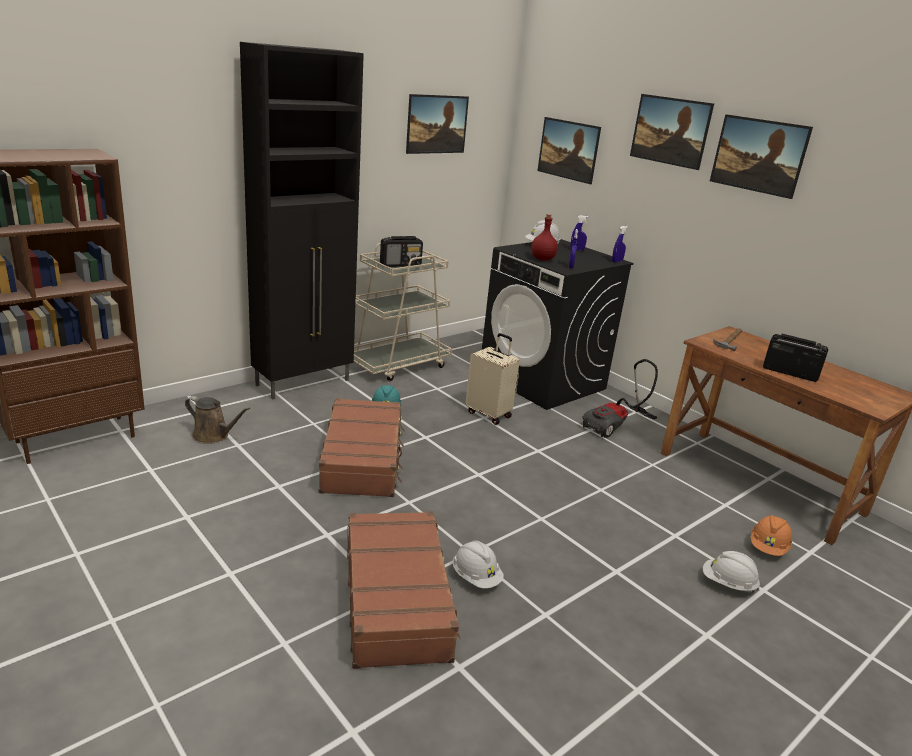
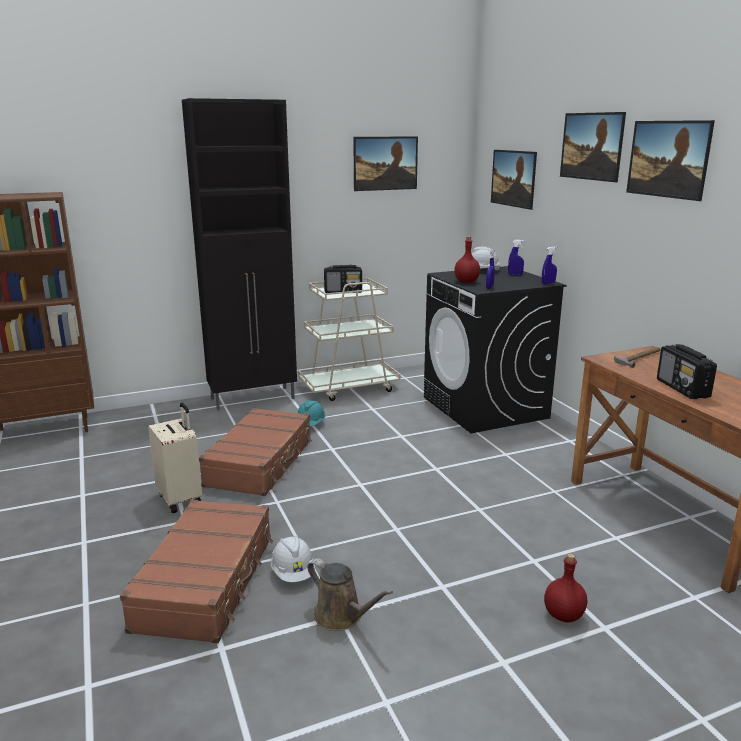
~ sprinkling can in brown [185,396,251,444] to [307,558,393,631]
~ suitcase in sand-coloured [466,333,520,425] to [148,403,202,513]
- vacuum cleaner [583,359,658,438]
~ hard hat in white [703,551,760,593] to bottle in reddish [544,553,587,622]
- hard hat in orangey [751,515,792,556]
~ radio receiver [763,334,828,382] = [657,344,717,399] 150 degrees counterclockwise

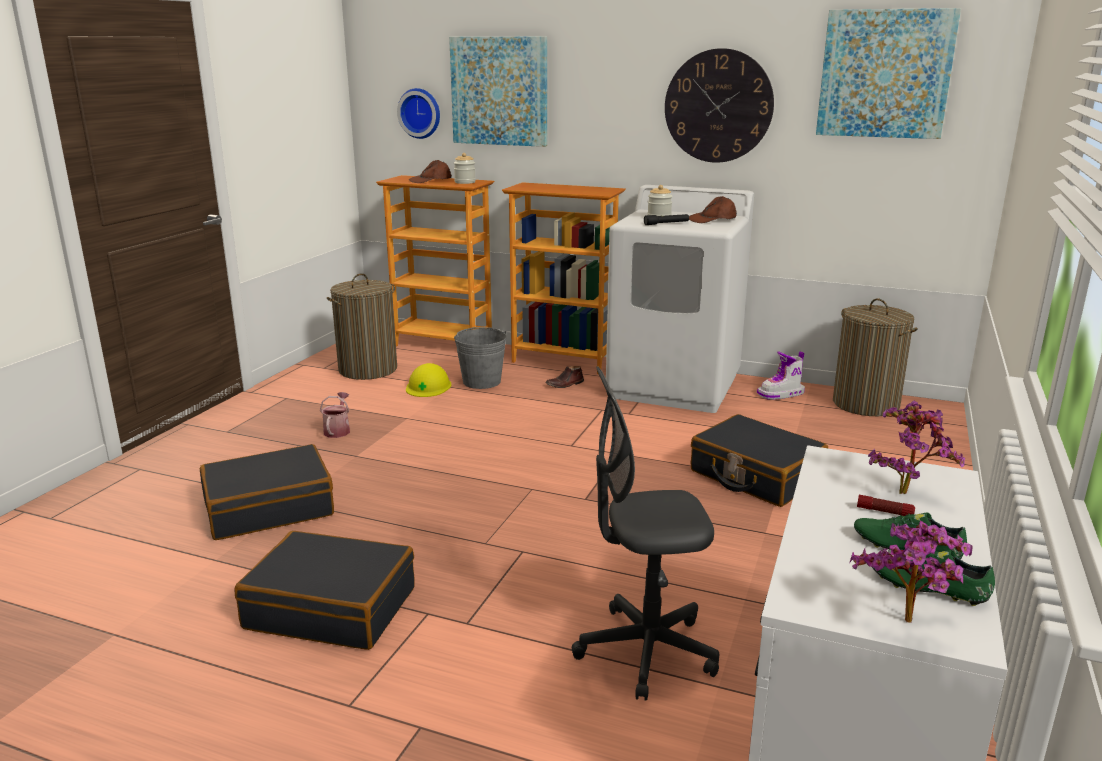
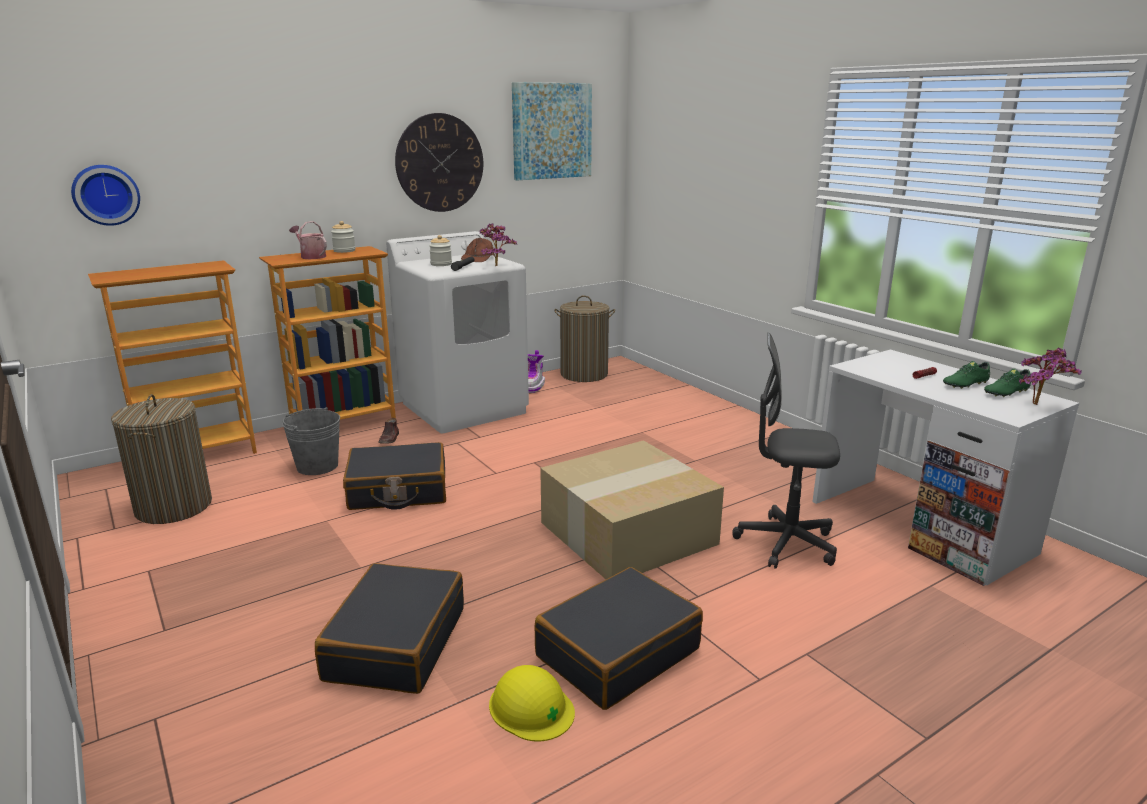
~ sprinkling can [320,392,350,438] to [289,221,327,259]
~ hard hat in yellow-coloured [406,363,452,397] to [489,665,575,742]
- baseball cap in brown [409,160,451,183]
- wall art [449,37,547,147]
~ preserve jar [454,153,476,184] to [331,221,355,253]
~ office chair in grey [572,367,719,701] = [732,333,840,569] 75 degrees clockwise
~ suitcase in blackish [691,414,828,507] to [343,442,446,510]
~ houseplant [868,401,965,494] to [480,223,517,266]
+ carton [540,440,724,579]

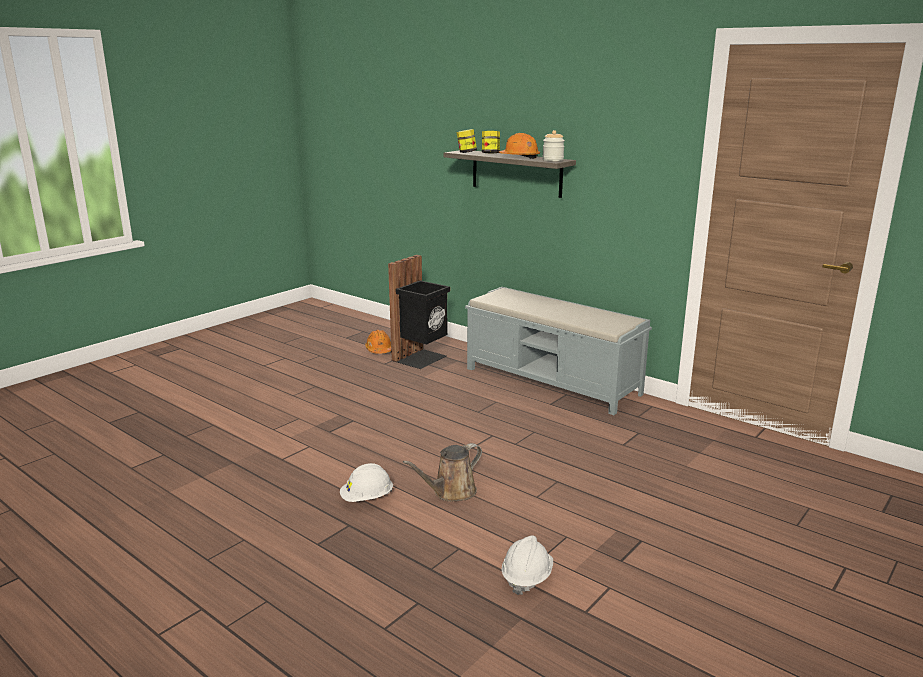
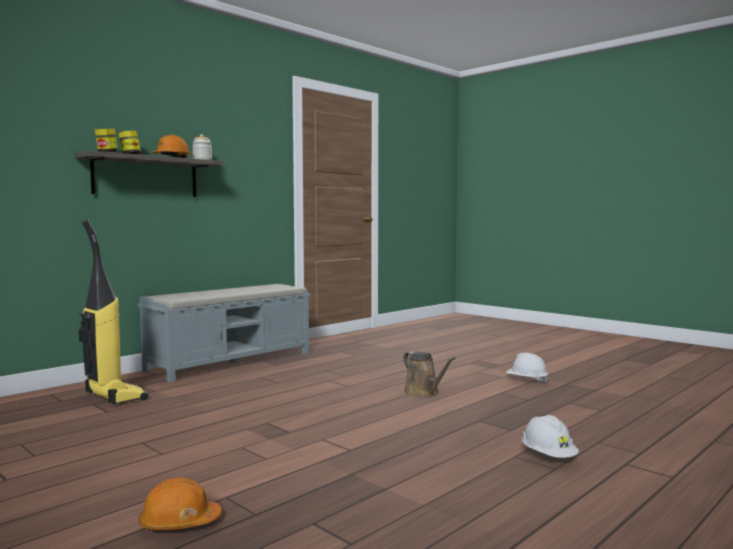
~ hard hat in white [340,463,393,502] to [522,415,579,458]
~ hard hat in orangey [365,330,391,354] to [139,478,222,530]
~ trash can in blackish [388,255,450,369] to vacuum cleaner [78,220,148,405]

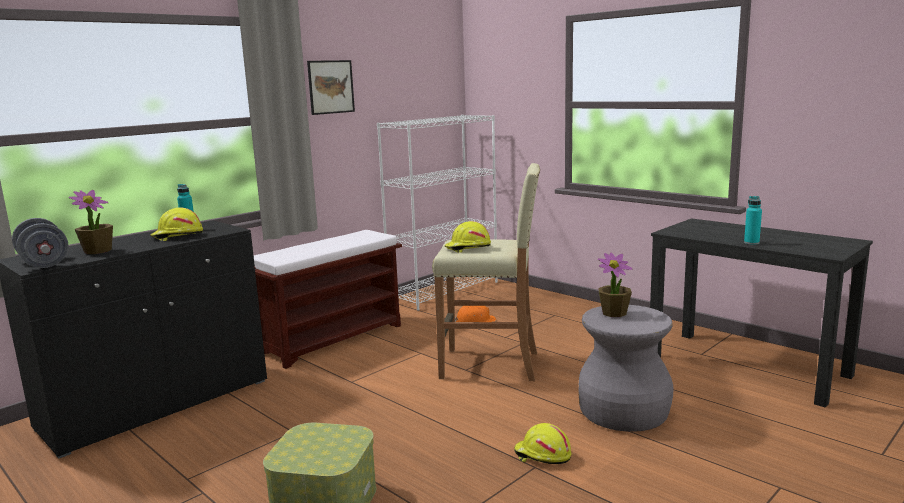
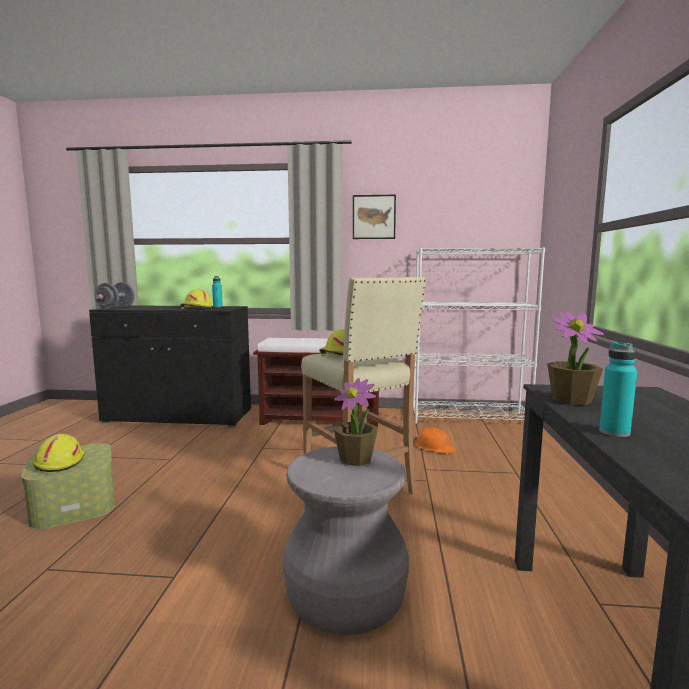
~ houseplant [69,190,113,254] to [547,312,604,406]
~ hard hat in yellow-coloured [514,423,571,464] to [33,434,85,472]

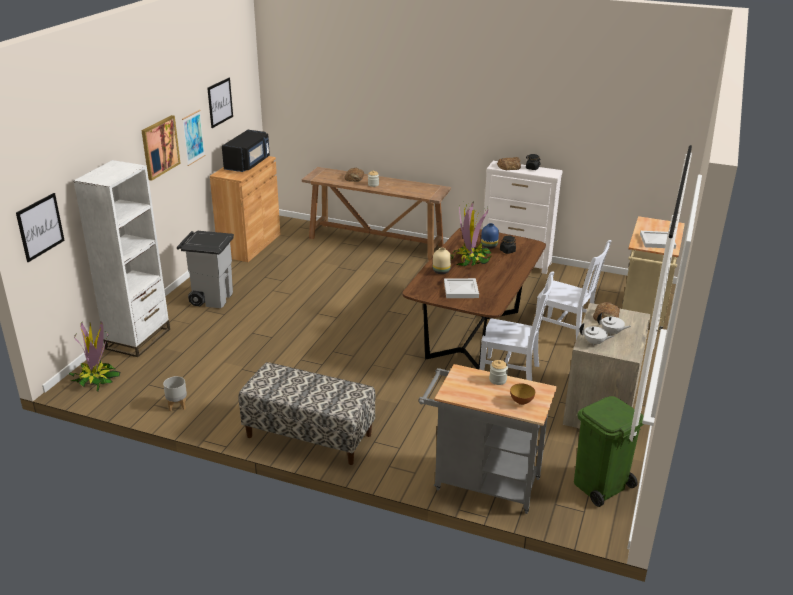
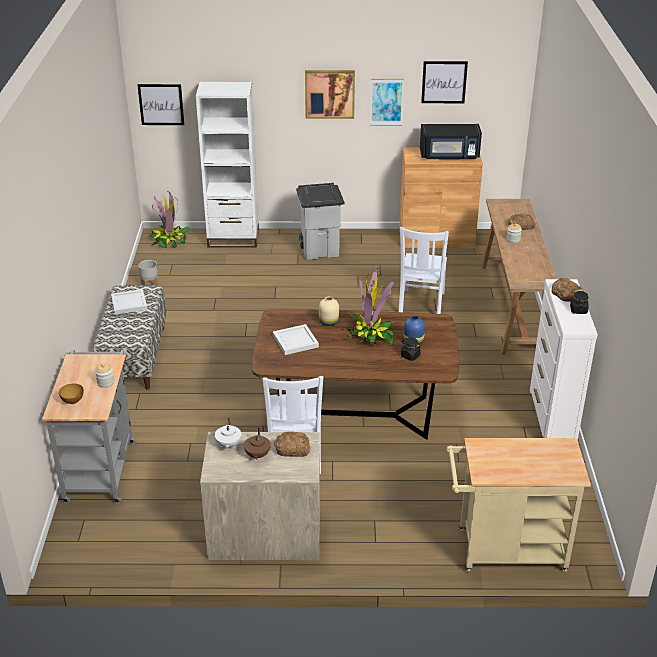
~ upright chair in white [536,240,611,339] to [399,227,449,314]
- trash can in green-coloured [574,396,643,507]
~ teapot in white [597,313,631,335] to teapot in brown [244,428,271,459]
~ tray in white [640,231,676,249] to [111,289,147,315]

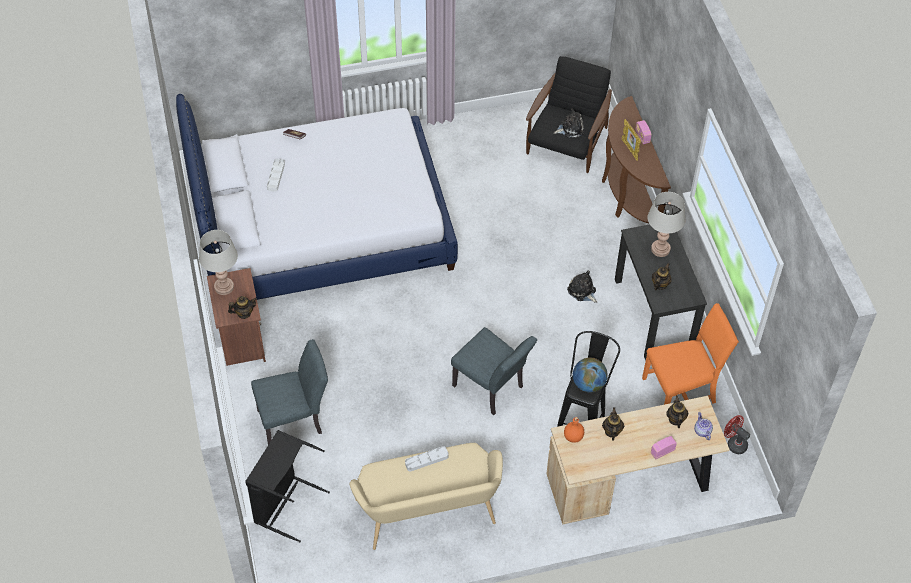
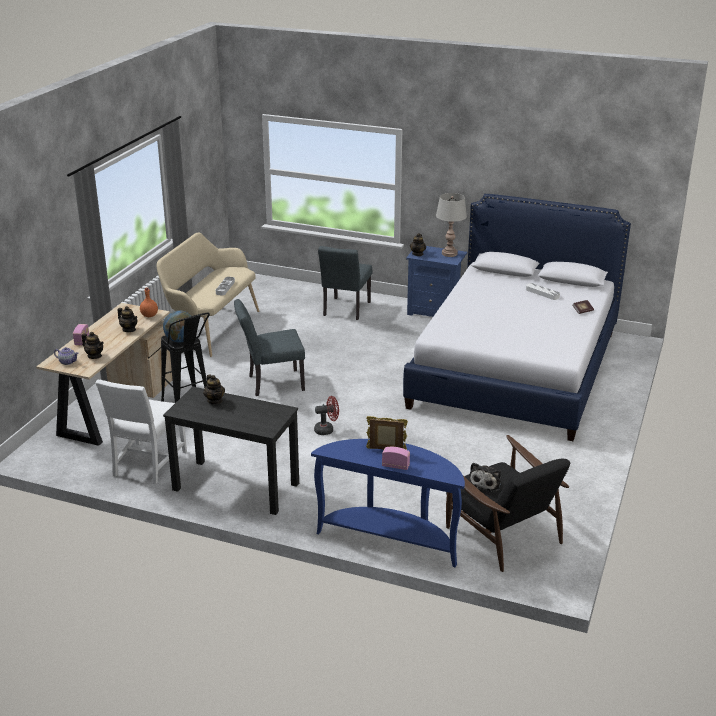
~ nightstand in brown [207,268,266,366] to nightstand in blue [406,246,467,317]
- hamper in blackish [245,430,330,542]
- soft toy [567,271,598,303]
~ hall table in brown [602,96,671,223] to hall table in blue [311,439,465,567]
~ upright chair in orangey [642,303,739,405] to upright chair in white [96,380,187,484]
- table lamp in grey [648,192,685,257]
~ fan in reddish [724,415,750,454] to [314,396,339,435]

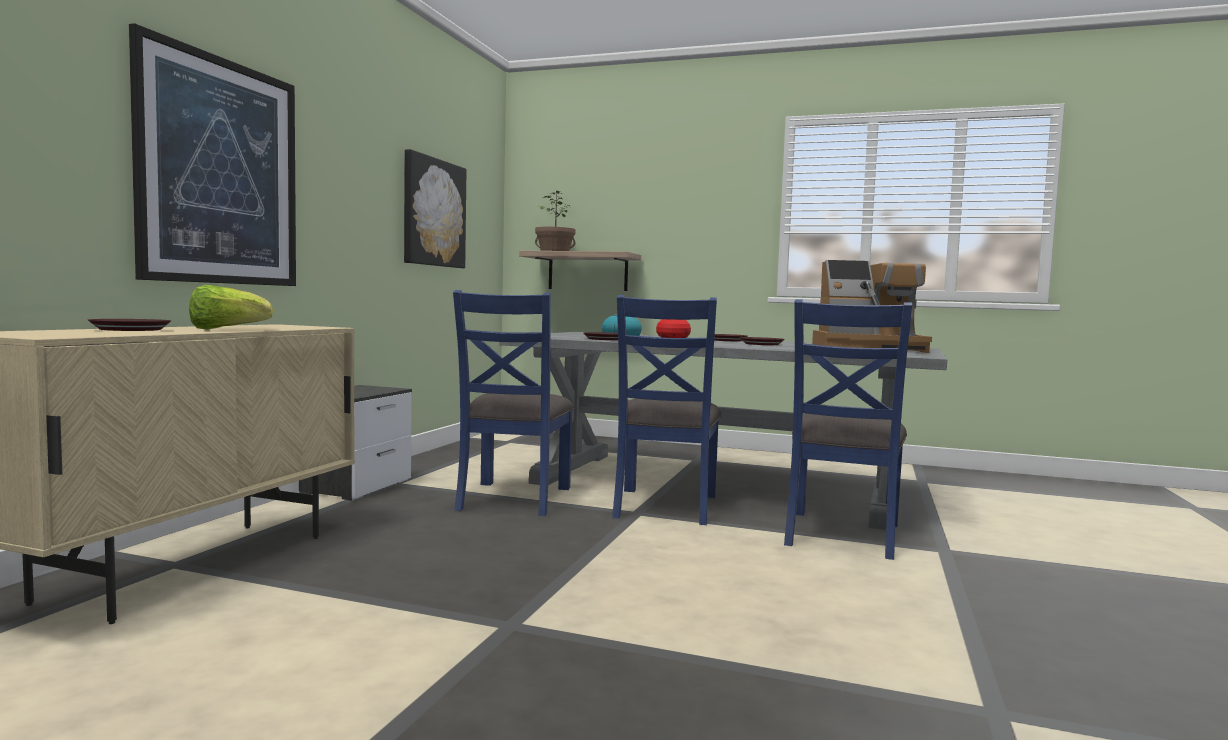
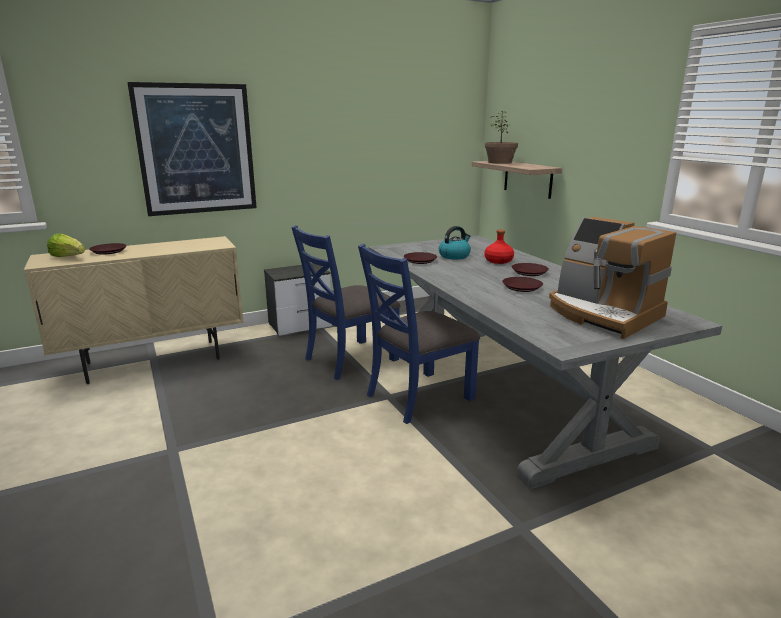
~ lettuce head [189,285,273,330] to [47,234,85,257]
- wall art [404,149,466,268]
- upright chair in blue [784,299,912,560]

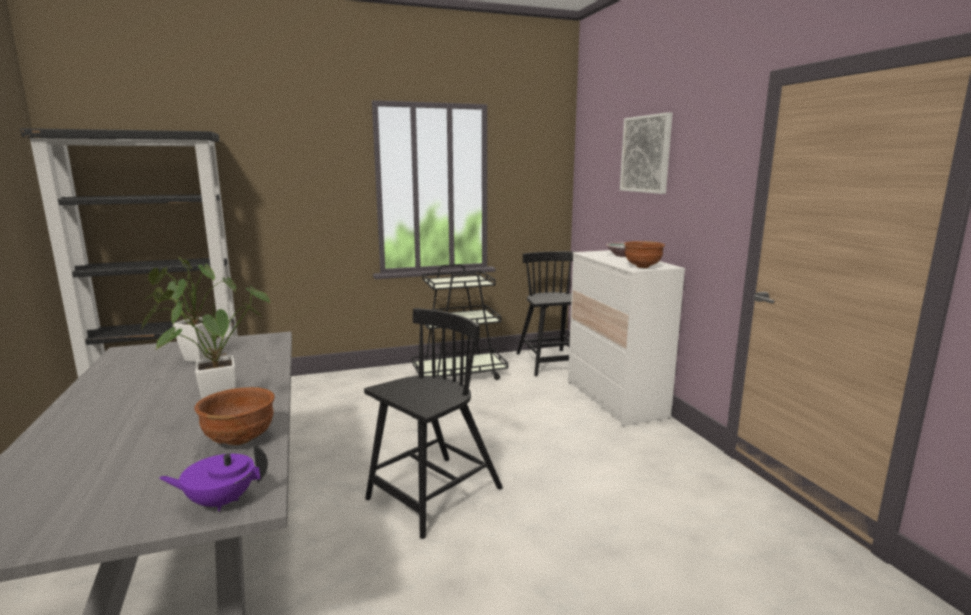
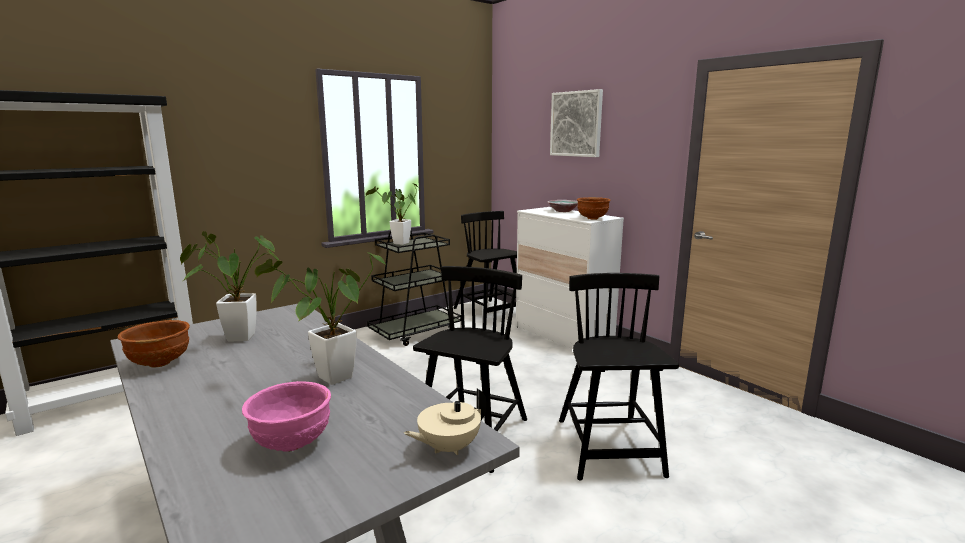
~ teapot in purple-coloured [159,444,268,511] to teapot in sand-coloured [403,389,487,455]
~ bowl in brown [194,387,275,445] to [118,320,190,368]
+ bowl in pinkish [242,381,331,452]
+ houseplant [366,183,420,245]
+ upright chair in blackish [559,273,679,481]

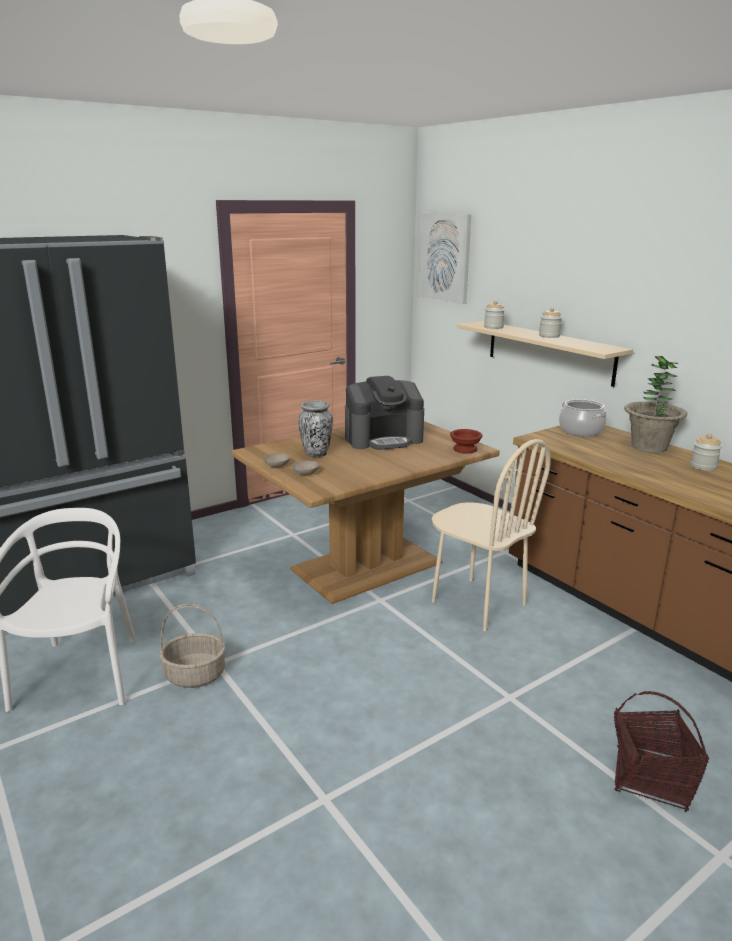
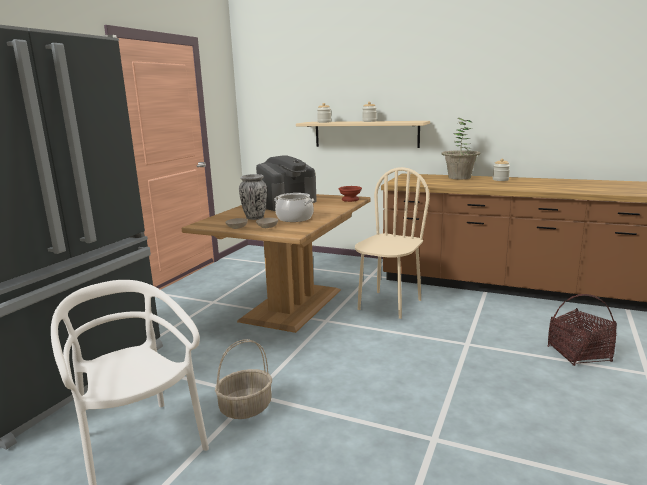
- wall art [418,213,471,304]
~ upright chair in sand-coloured [432,439,551,631] = [355,167,430,319] 75 degrees counterclockwise
~ saucepot [559,399,607,436] to [274,193,314,222]

